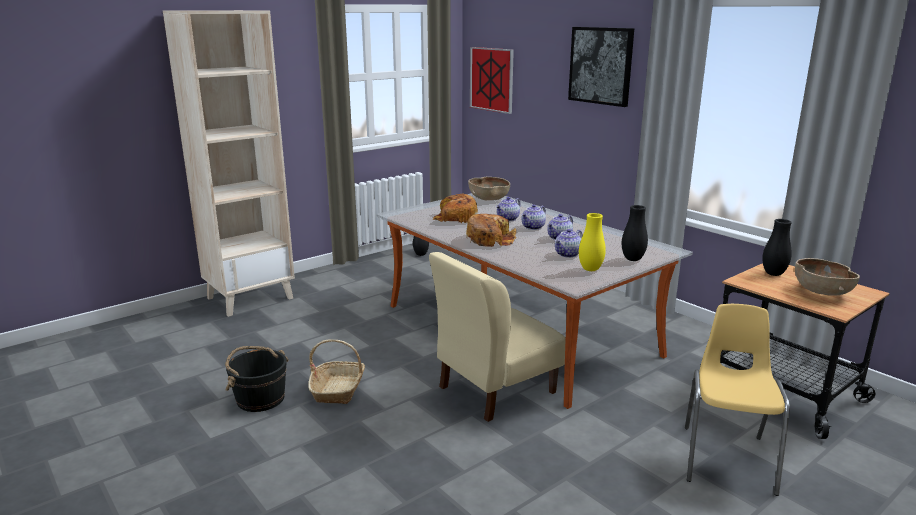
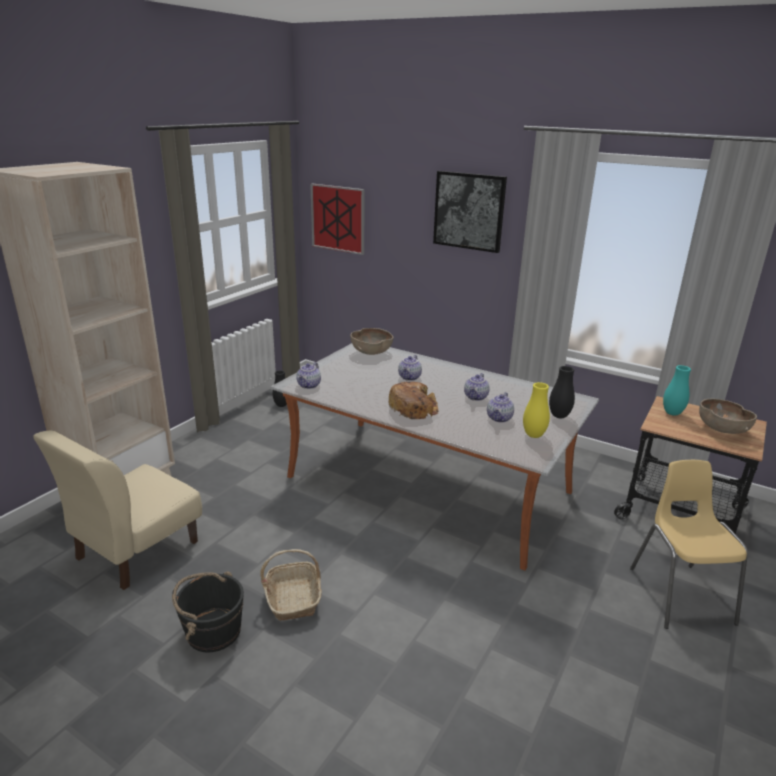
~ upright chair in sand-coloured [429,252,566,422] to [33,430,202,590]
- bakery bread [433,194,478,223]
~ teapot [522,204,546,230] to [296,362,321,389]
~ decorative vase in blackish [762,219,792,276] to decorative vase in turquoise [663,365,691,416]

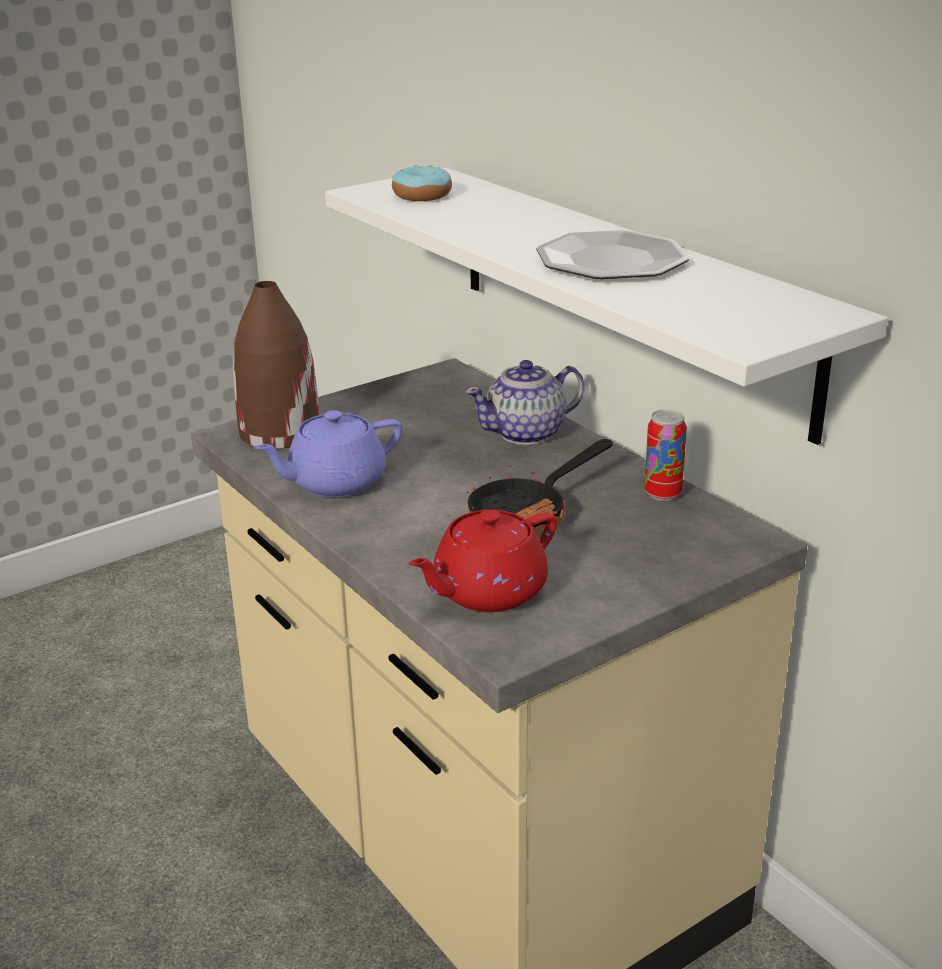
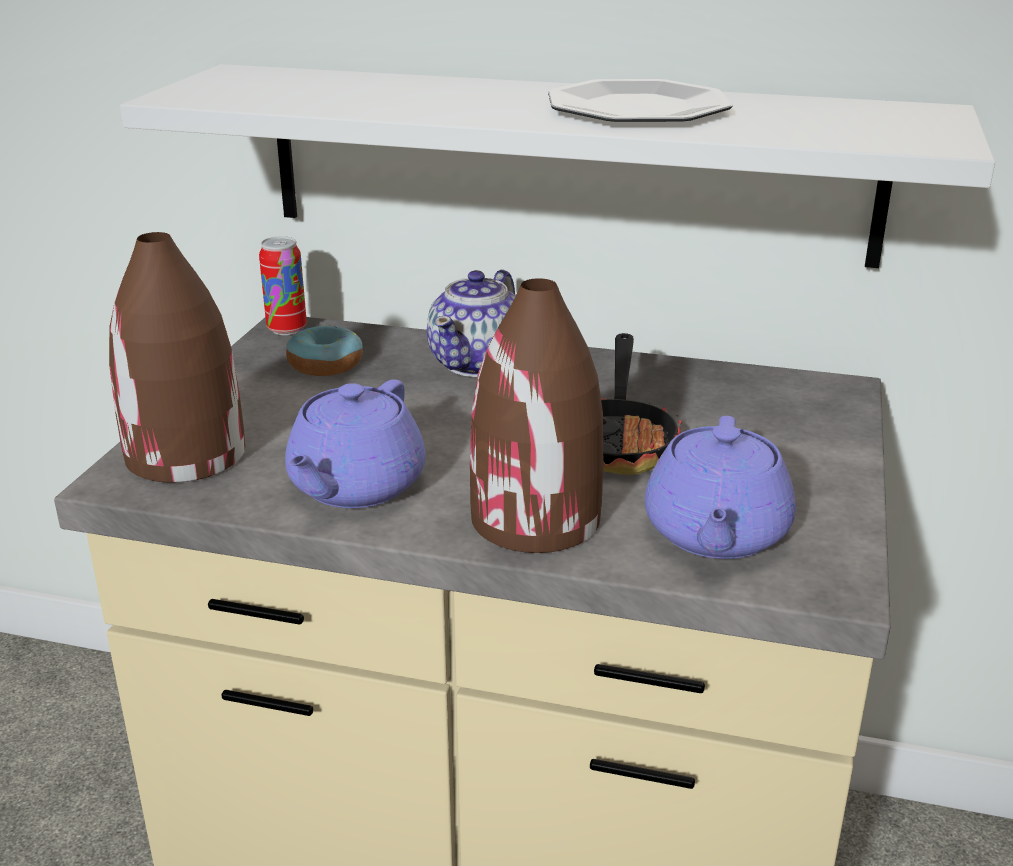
~ doughnut [392,165,452,201] to [286,324,363,376]
~ teapot in reddish [409,510,557,612] to teapot in purple-coloured [645,416,796,559]
~ can [644,409,687,501] to [259,236,307,335]
+ decorative vase in brown [470,278,603,553]

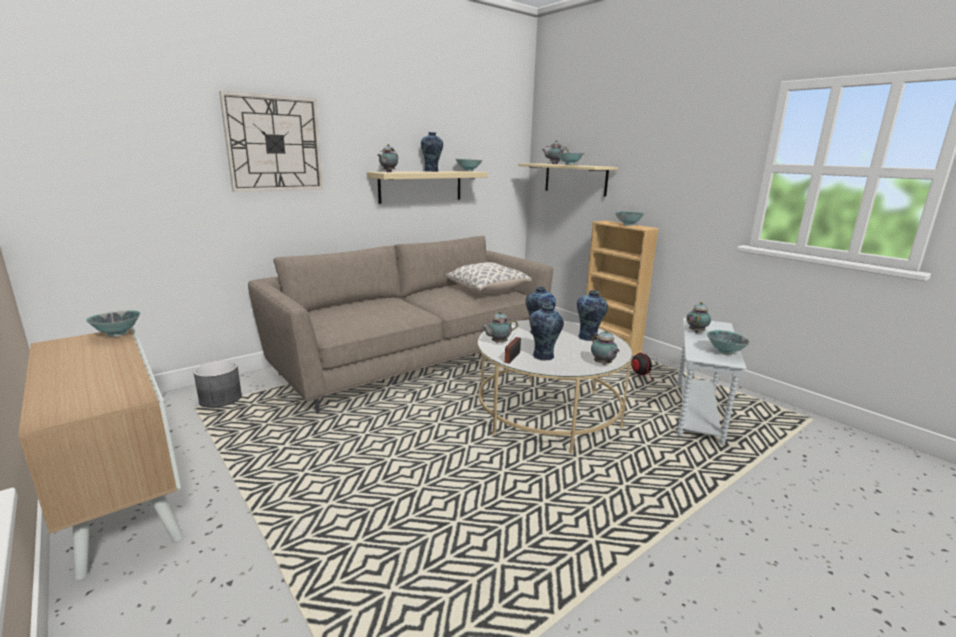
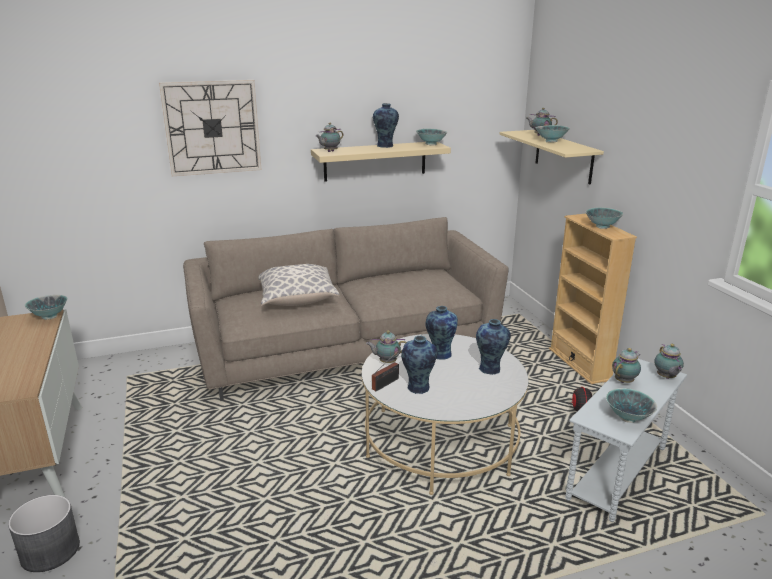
~ plant pot in grey [193,360,242,408] to [8,495,80,572]
~ pillow [446,262,532,294] to [258,264,340,306]
~ teapot [591,330,620,365] to [654,344,684,379]

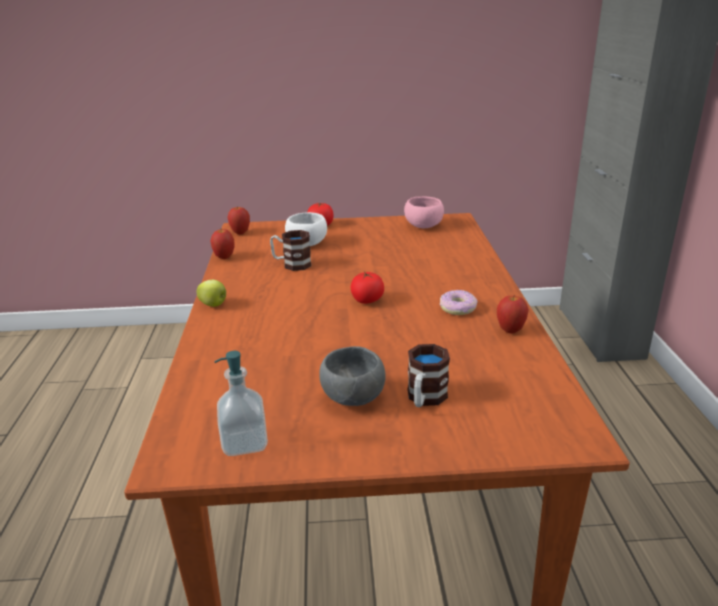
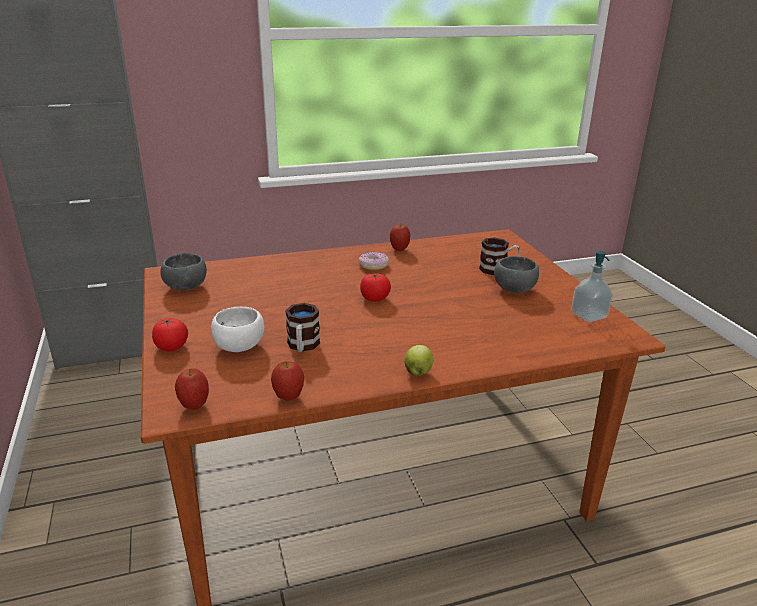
~ bowl in pinkish [404,197,444,228] to bowl in grey [160,253,207,290]

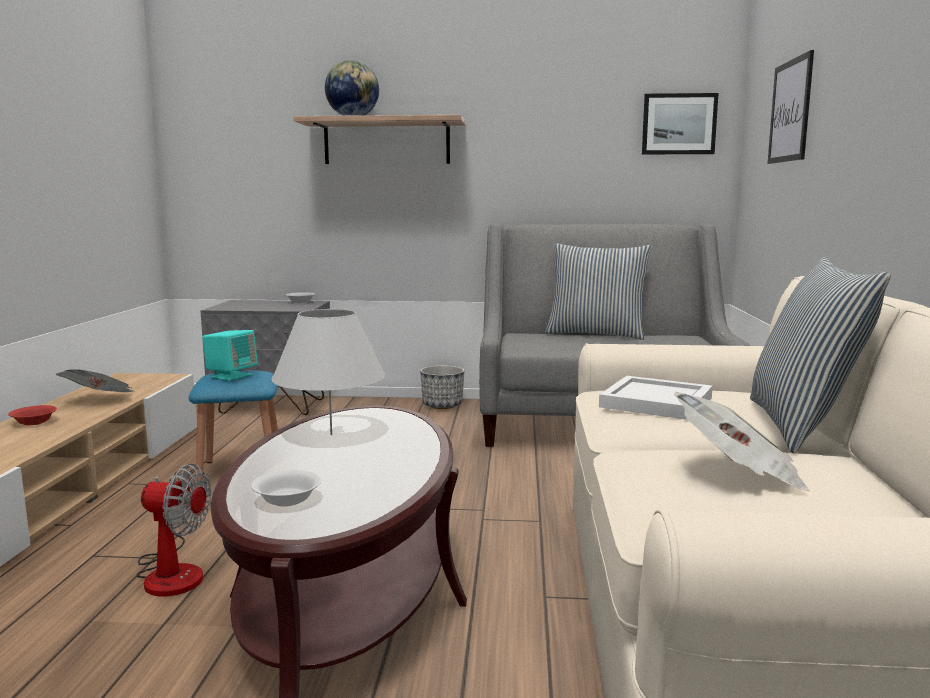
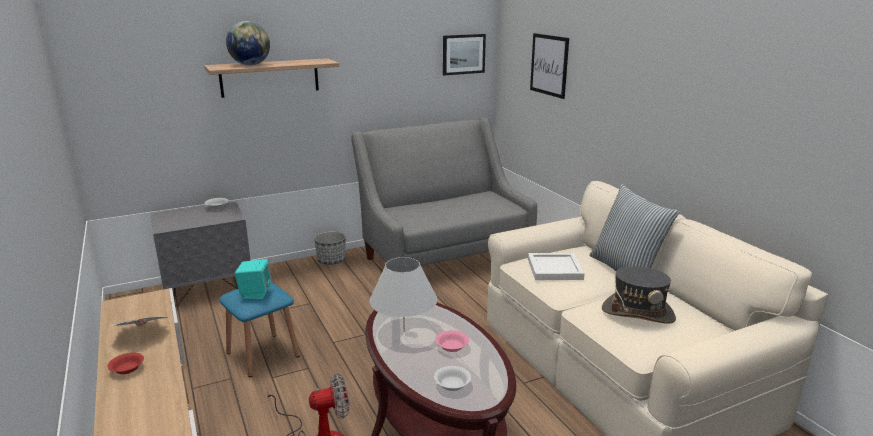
- pillow [545,243,652,340]
~ printed paper [674,392,810,491] to wearable hat in grey [602,266,676,324]
+ bowl in pinkish [435,330,469,352]

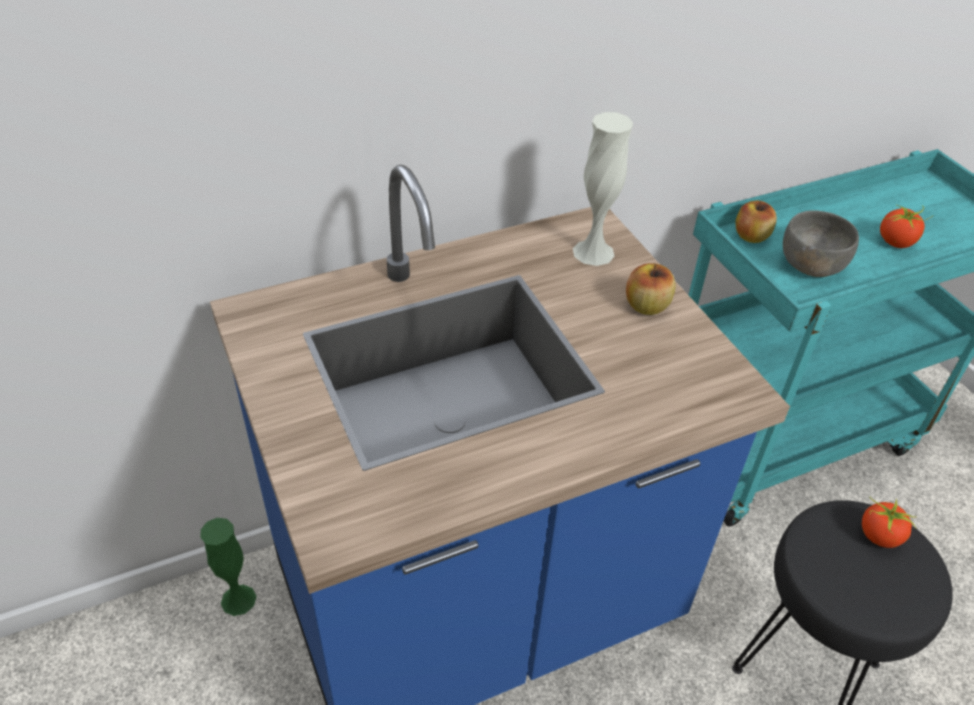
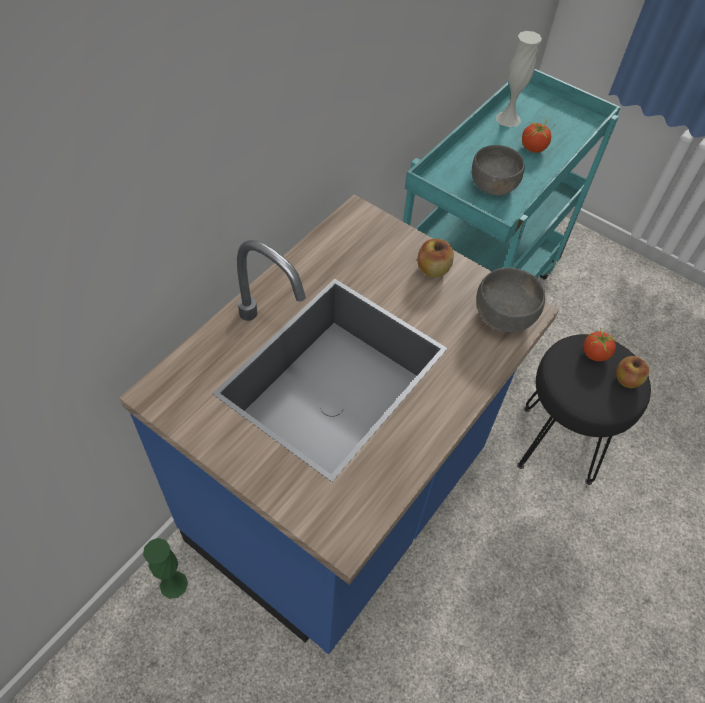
~ decorative vase in white [573,112,633,266] to [496,31,542,127]
~ apple fruit [735,201,777,243] to [616,356,649,388]
+ bowl in grey [476,267,545,332]

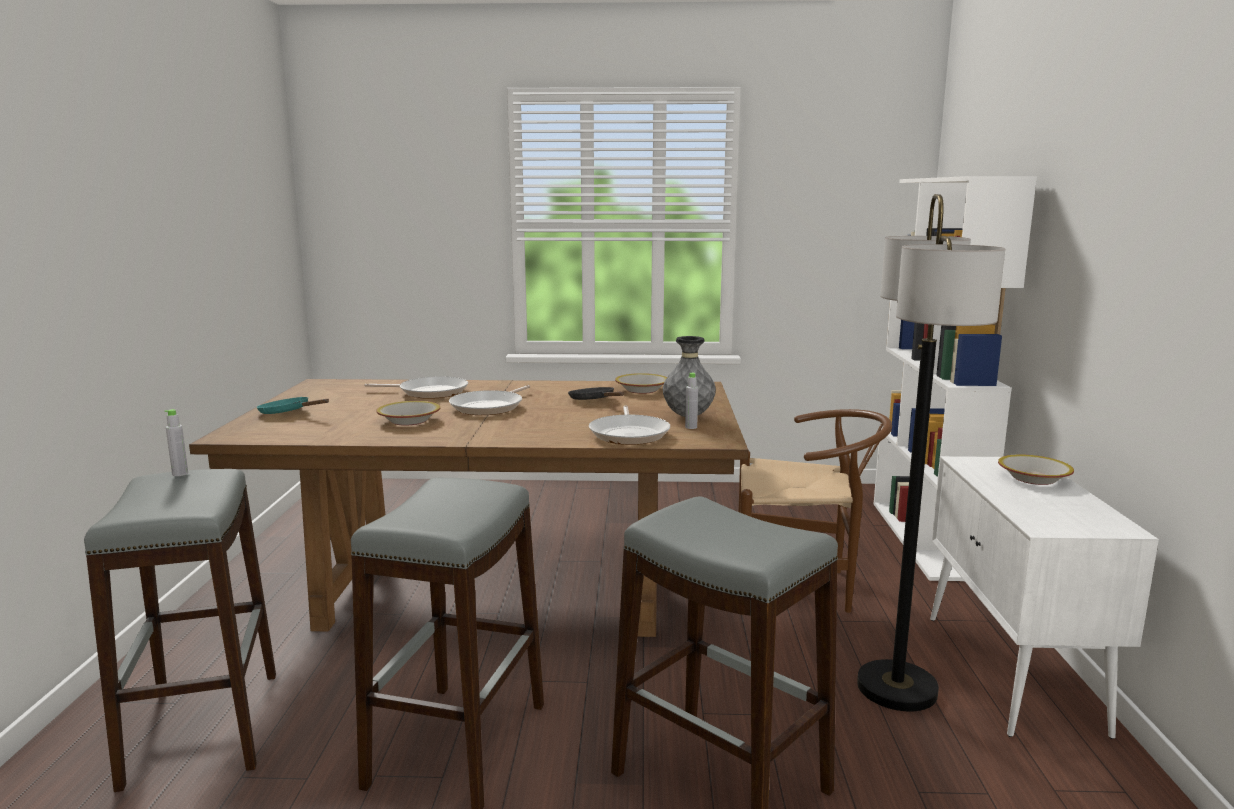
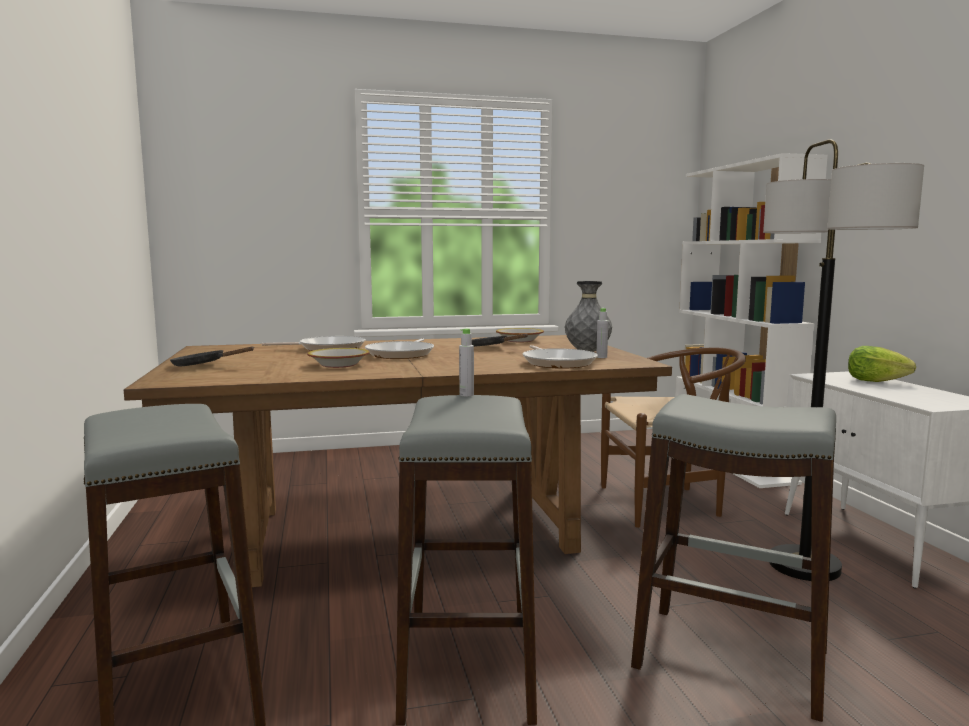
~ bottle in grey [165,409,188,476] to [459,328,474,397]
~ pan in turquoise [257,397,329,414] to pan in blackish [170,347,255,366]
~ bowl [998,454,1074,485] to lettuce head [848,346,916,382]

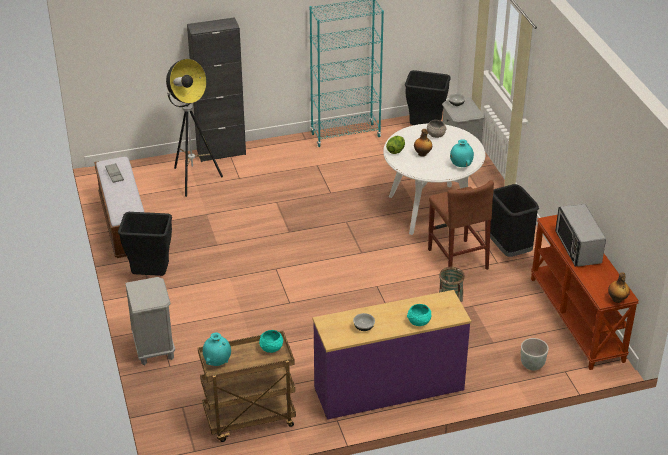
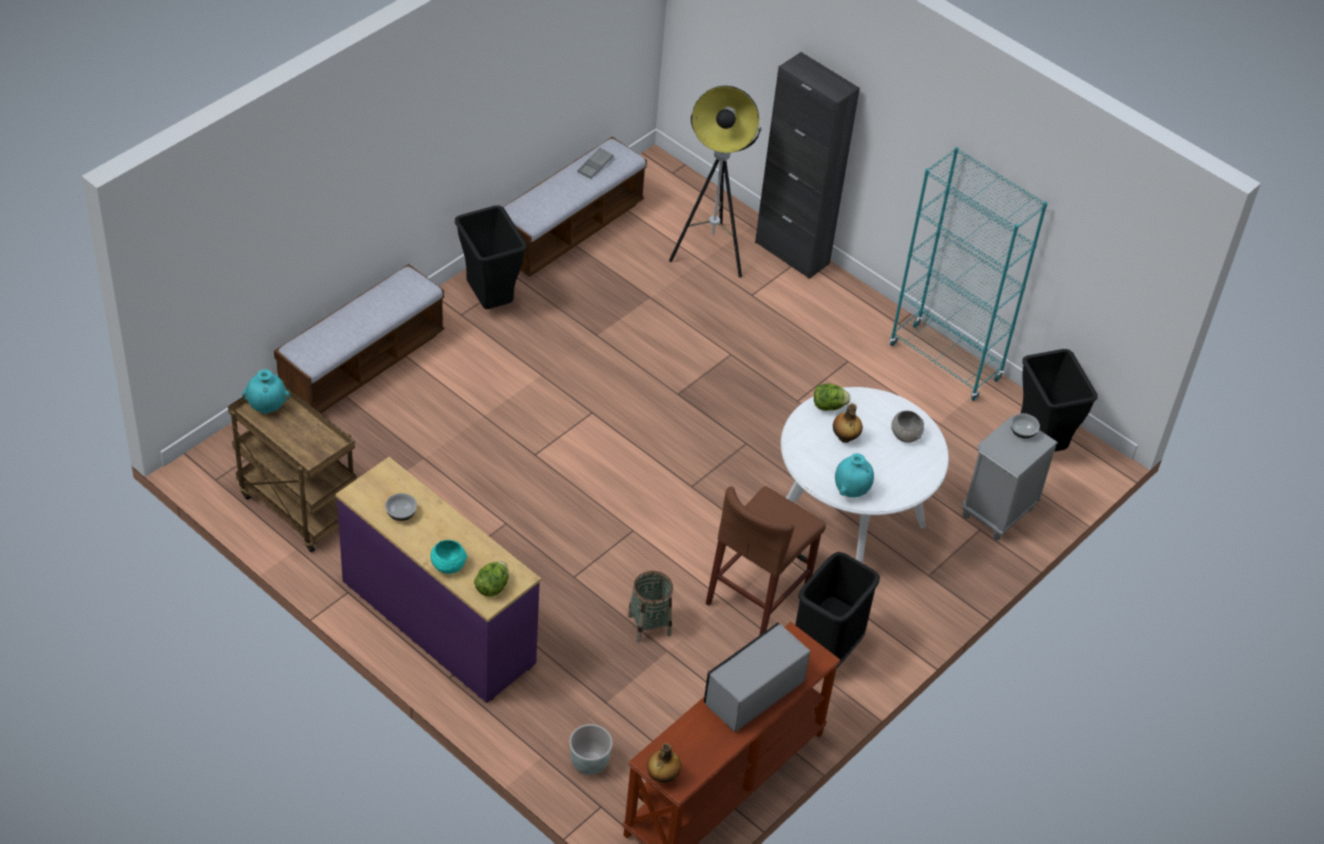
~ nightstand in grey [125,277,175,365] to indoor bench [274,264,444,413]
- bowl in turquoise [259,330,283,353]
+ lettuce head [474,561,509,597]

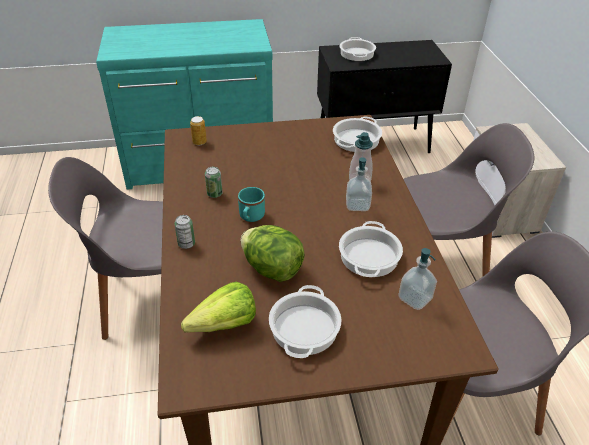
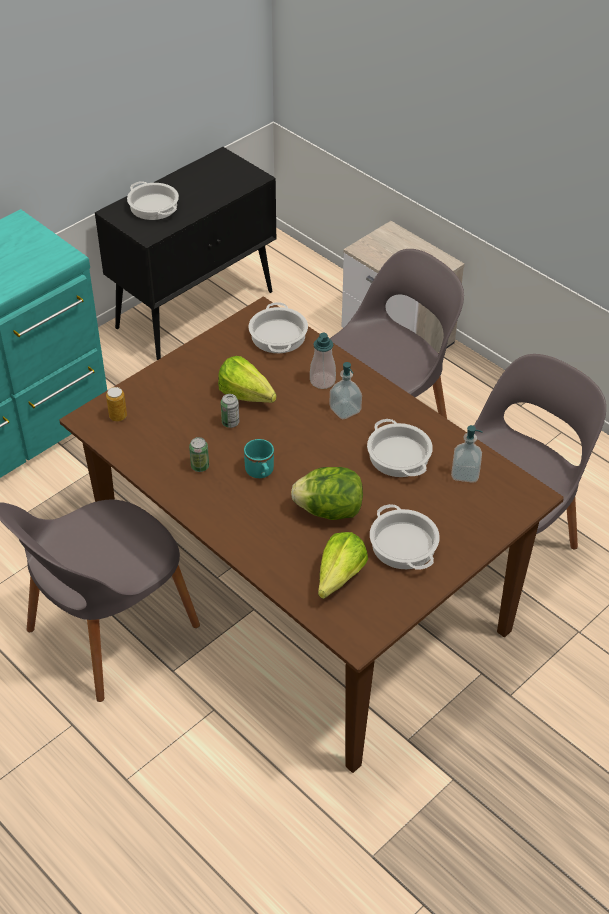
~ can [174,215,195,249] to [221,394,239,428]
+ lettuce head [218,356,277,403]

